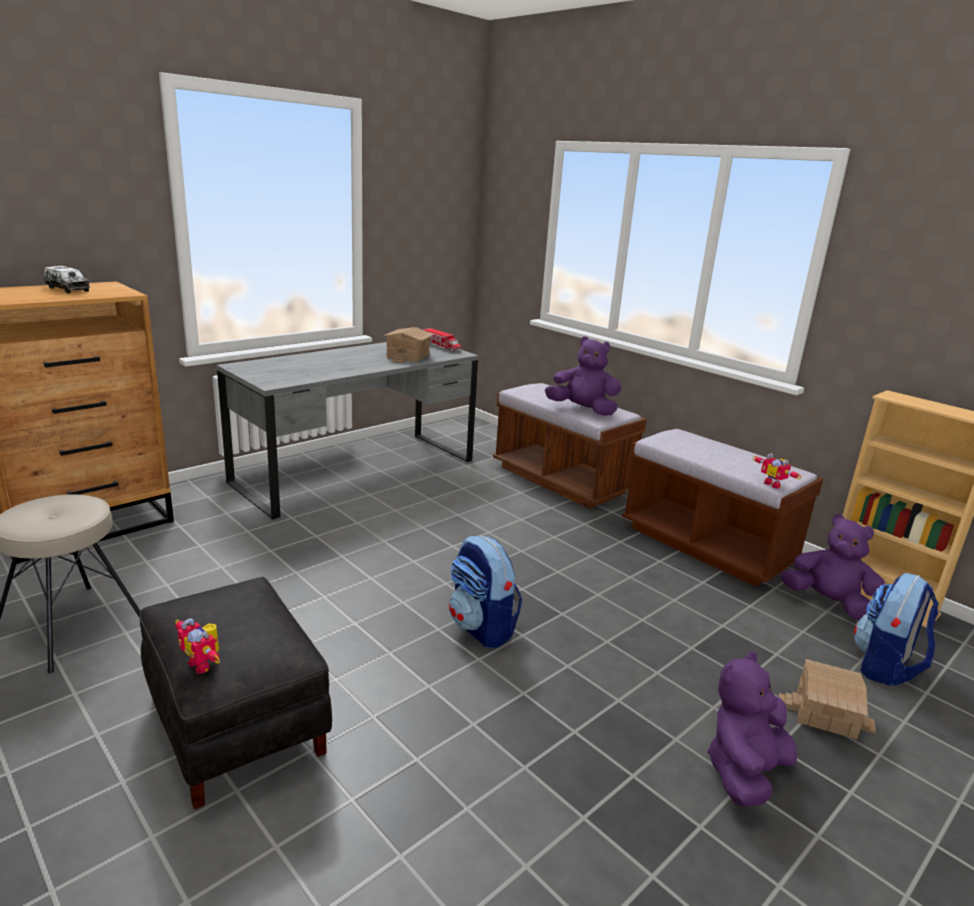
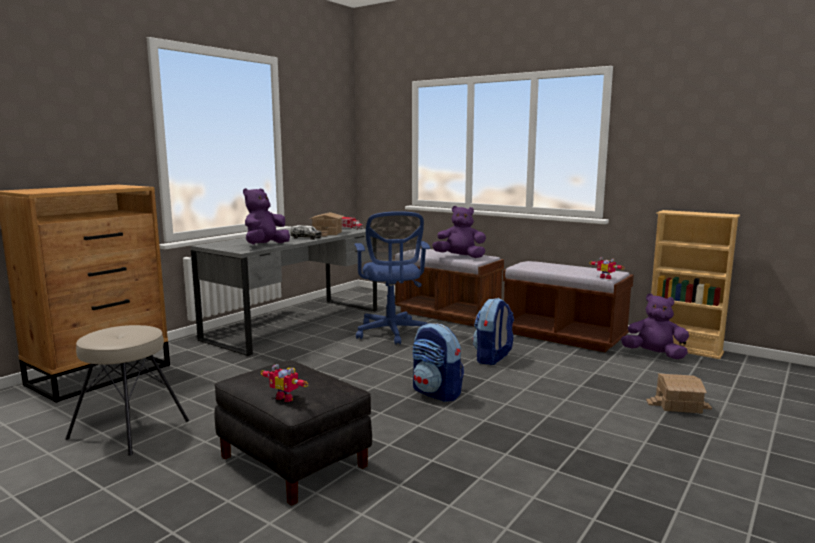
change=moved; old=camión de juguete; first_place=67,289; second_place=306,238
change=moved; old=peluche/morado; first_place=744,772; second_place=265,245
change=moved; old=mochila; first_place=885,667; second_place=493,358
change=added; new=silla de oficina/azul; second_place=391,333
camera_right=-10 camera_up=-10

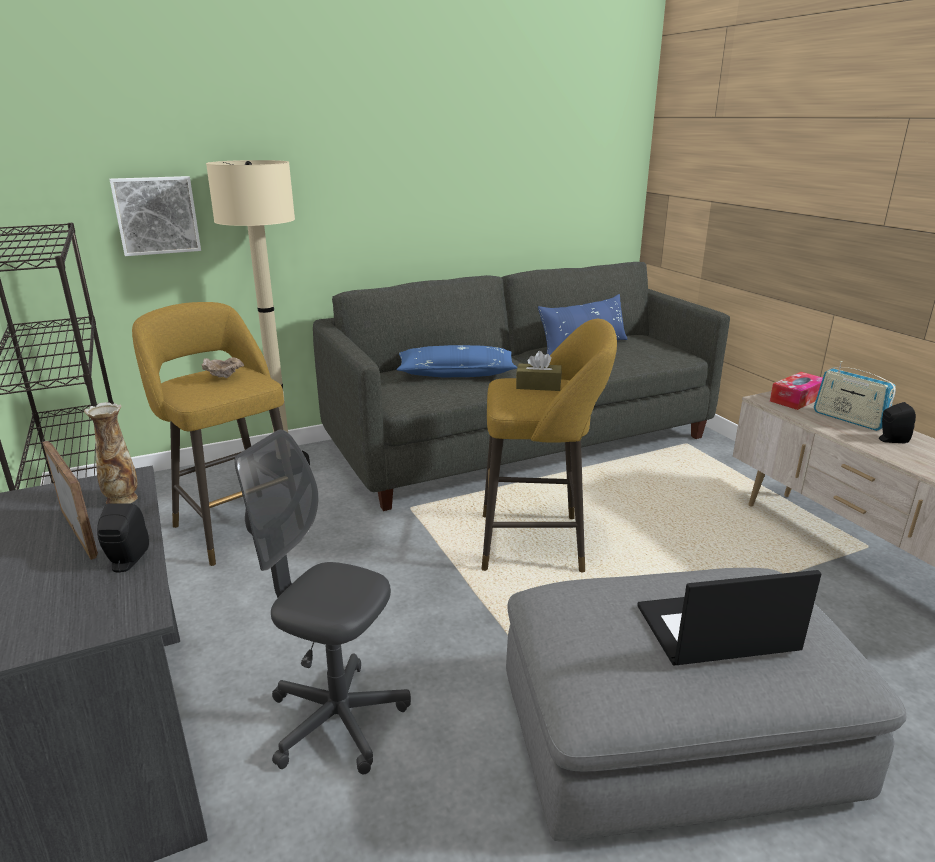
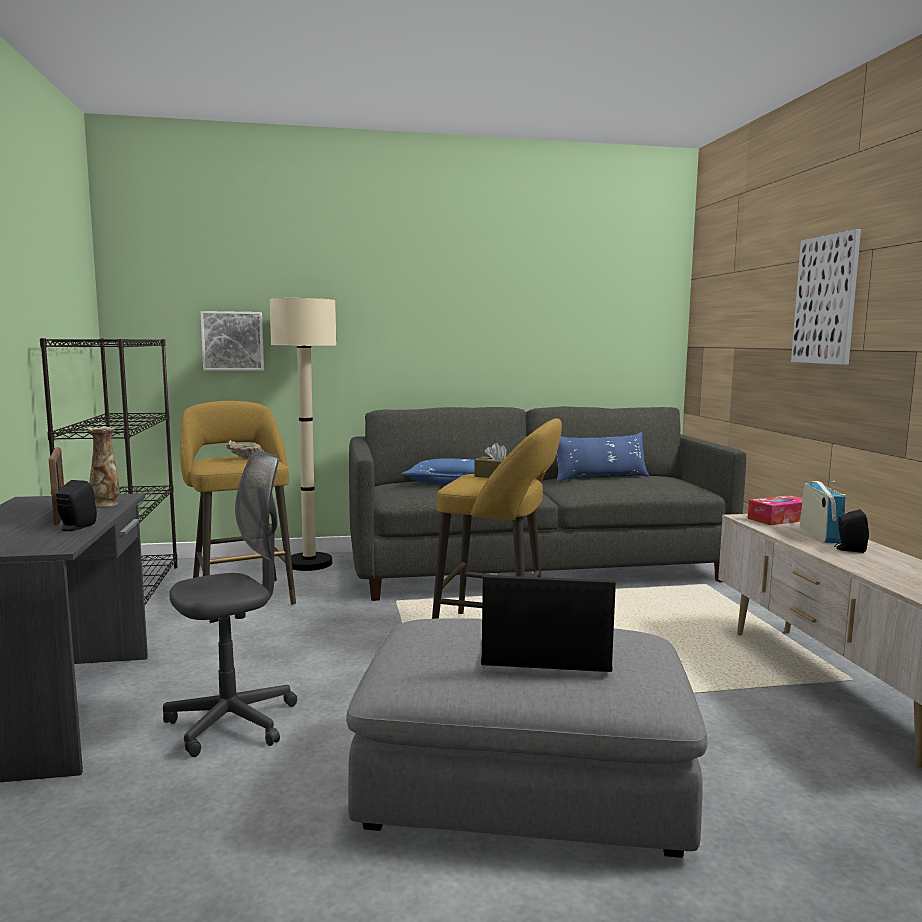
change=turned; old=silla de oficina/gris; first_place=337,720; second_place=232,723; degrees=105
change=turned; old=radio; first_place=849,419; second_place=819,534; degrees=-150
change=added; new=cuadro; second_place=826,300
camera_right=15 camera_up=-15

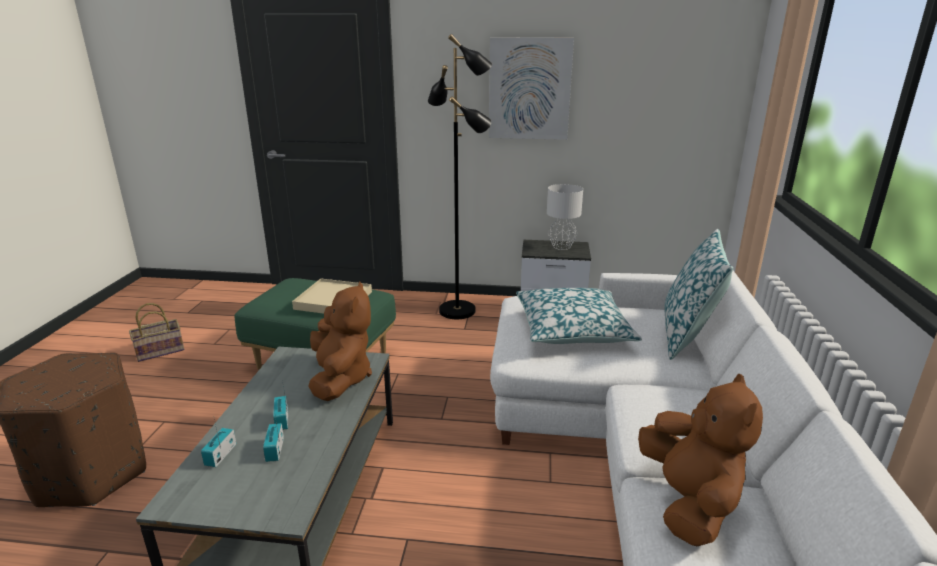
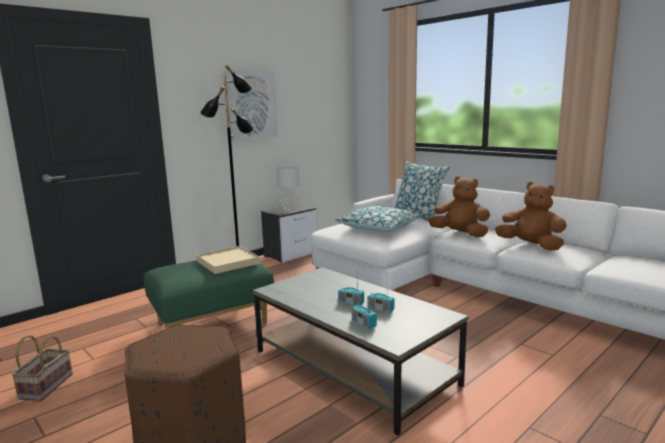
change=moved; old=peluche/marrón; first_place=340,379; second_place=460,234
camera_right=-50 camera_up=-10

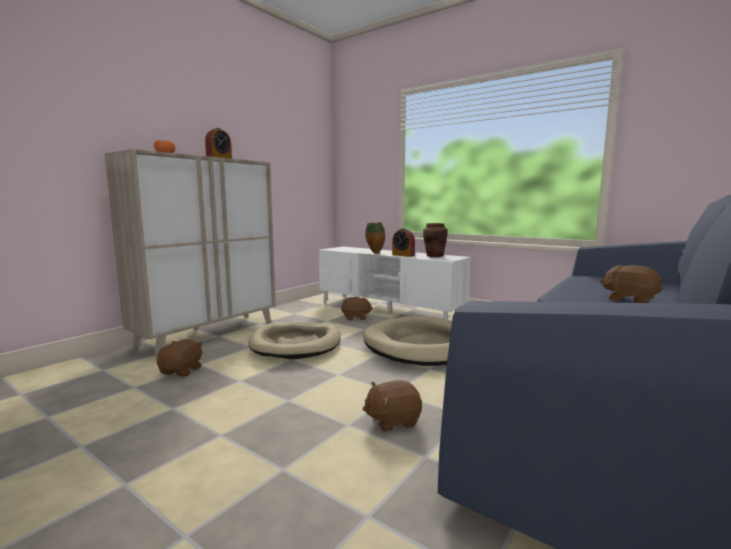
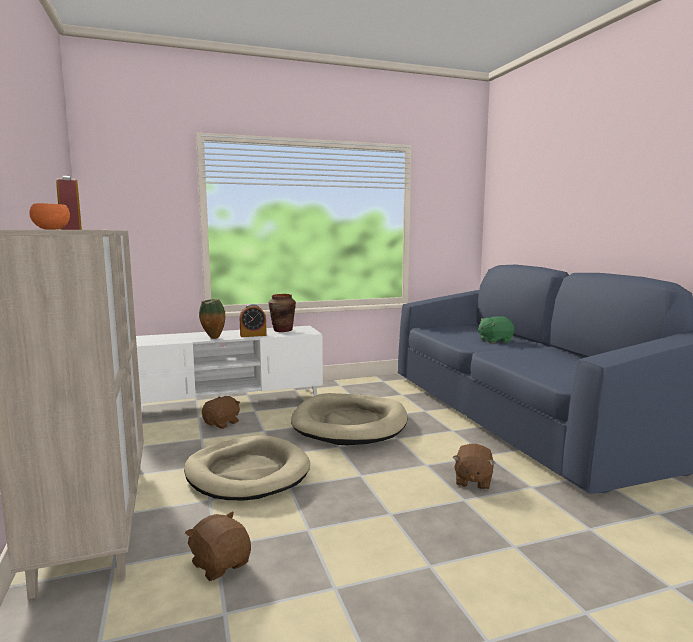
change=recoloured; old=peluche/marrón; new=peluche/verde; first_place=629,300; second_place=494,341
camera_right=-55 camera_up=0

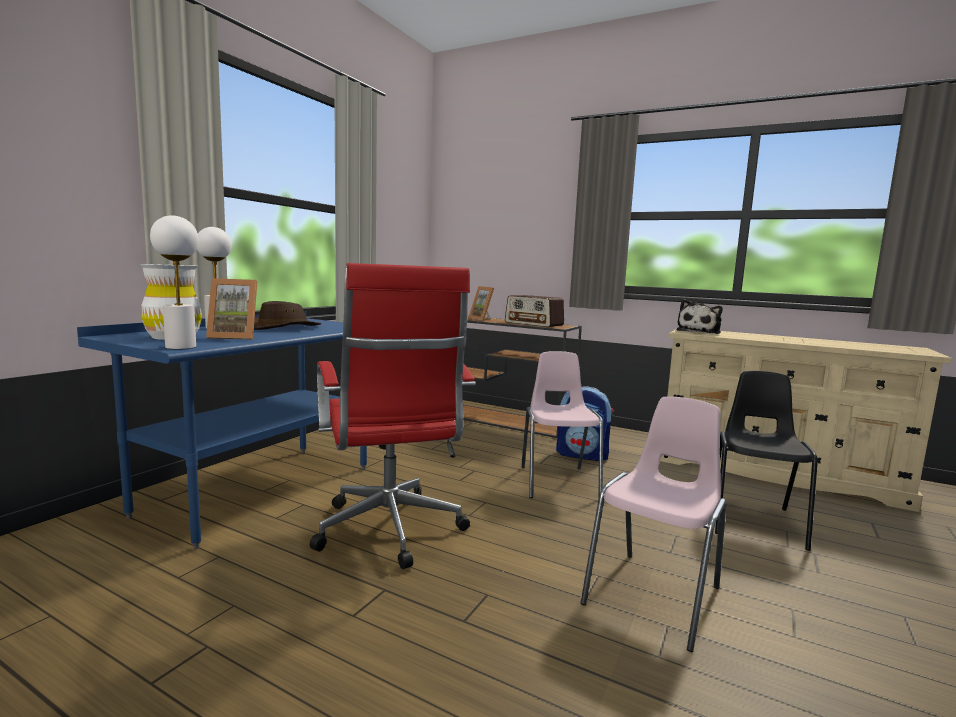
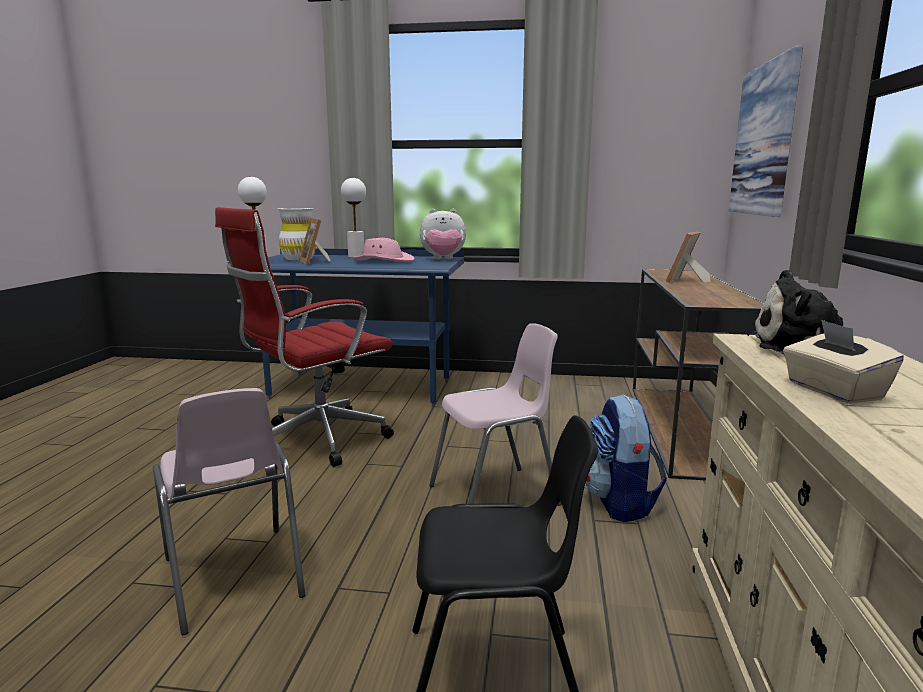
change=recoloured; old=sombrero/marrón; new=sombrero/rosa; first_place=283,327; second_place=383,261
change=removed; old=radio; first_place=534,324
change=turned; old=silla/rosa; first_place=655,596; second_place=233,578; degrees=45
change=added; new=peluche; second_place=443,259
change=added; new=cuadro; second_place=764,140
change=added; new=caja de pañuelos/beis; second_place=833,391
camera_right=70 camera_up=5

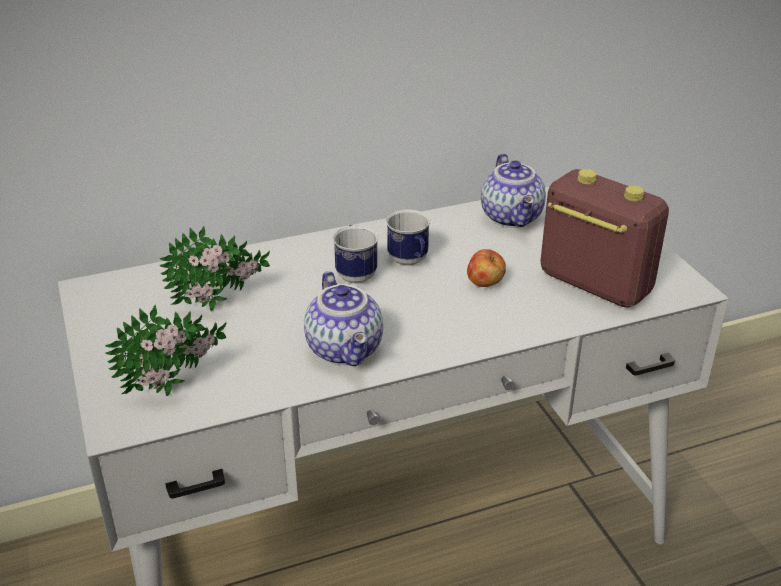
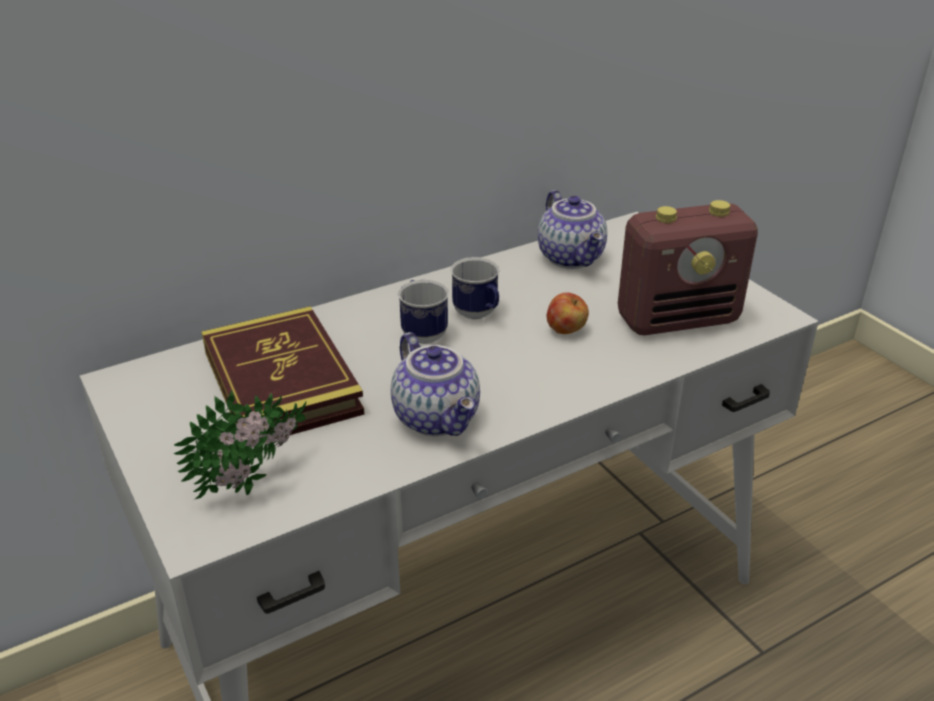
change=replaced; old=planta en maceta; new=libro; first_place=221,305; second_place=281,383
change=turned; old=radio; first_place=593,284; second_place=678,319; degrees=135
camera_right=-10 camera_up=0

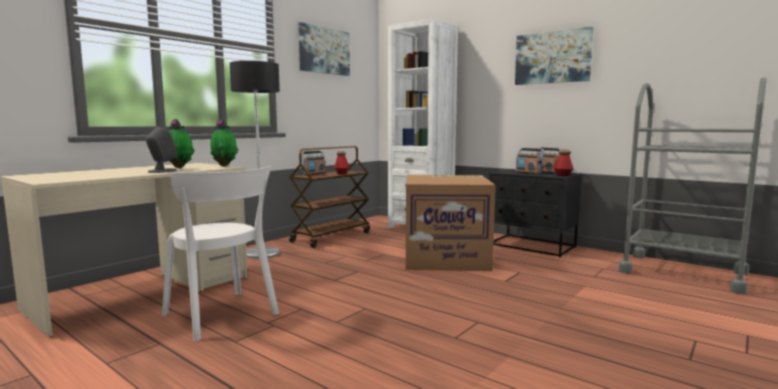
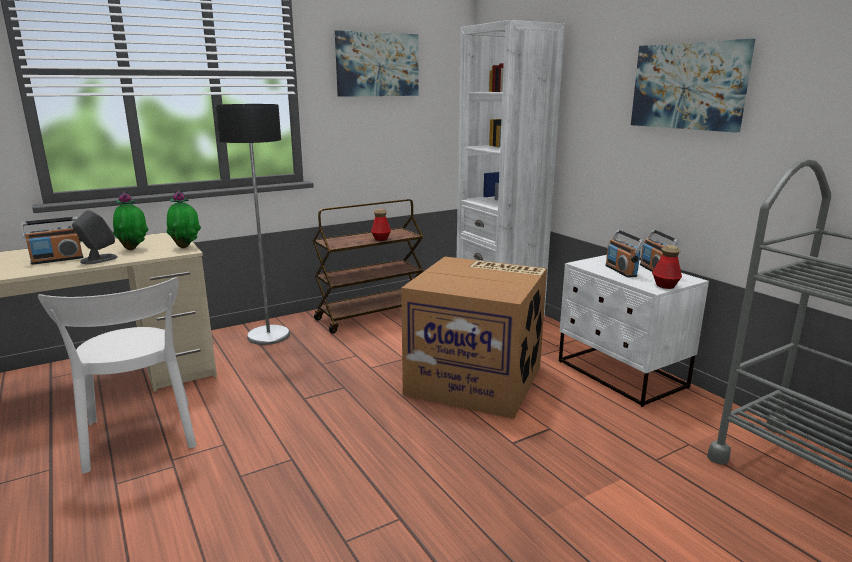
change=moved; old=radio; first_place=314,174; second_place=57,260
change=recoloured; old=mesita de noche/negro; new=mesita de noche/blanco; first_place=531,246; second_place=620,375
camera_right=20 camera_up=10

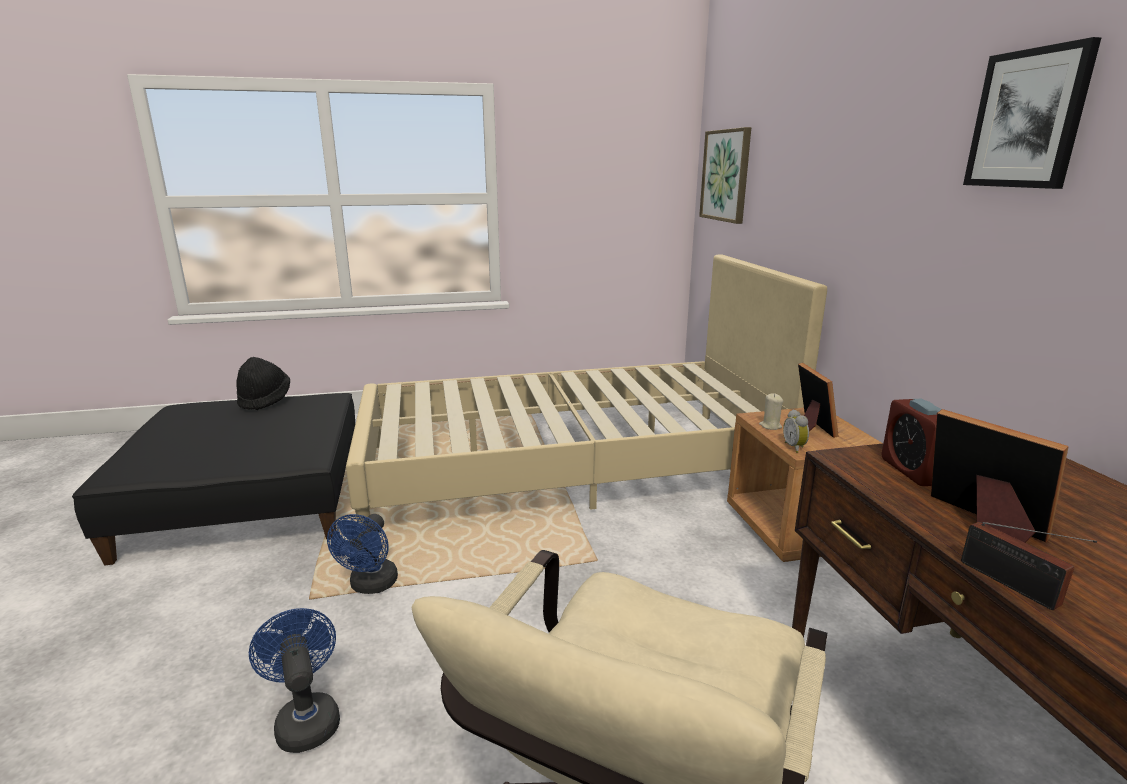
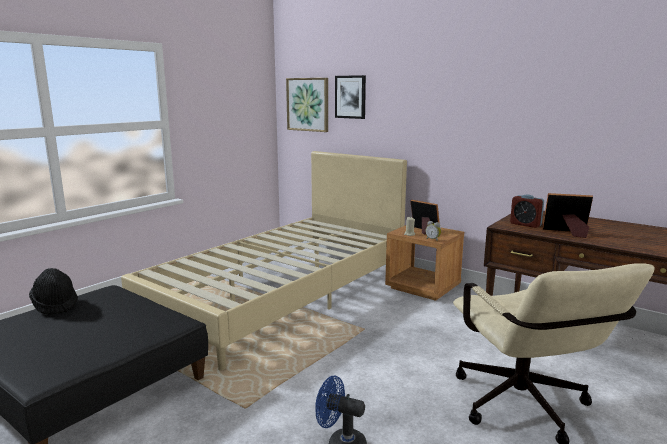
change=removed; old=ventilador/azul; first_place=371,586
change=removed; old=radio; first_place=1013,586
change=moved; old=cuadro; first_place=1028,119; second_place=350,97
camera_right=-40 camera_up=-5

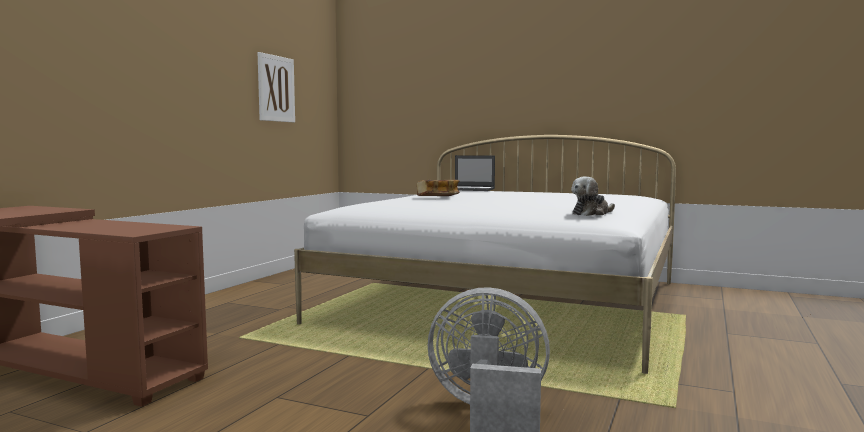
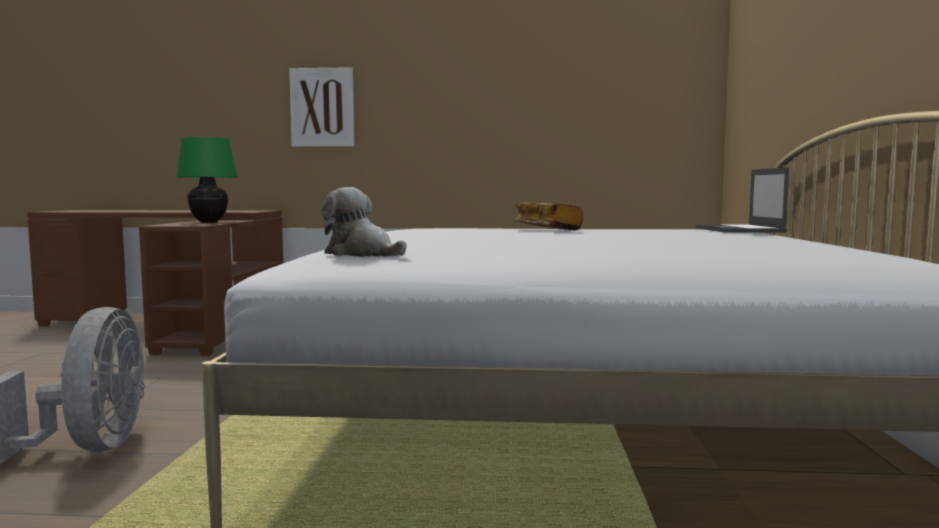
change=moved; old=cuadro; first_place=276,88; second_place=322,107
change=added; new=lámpara de mesa/verde; second_place=209,222
camera_right=70 camera_up=0

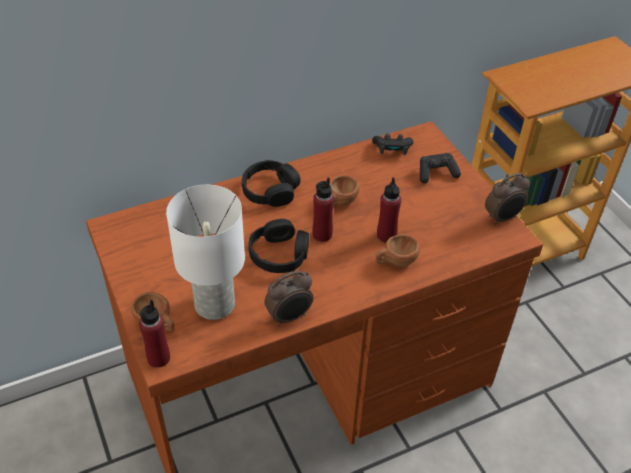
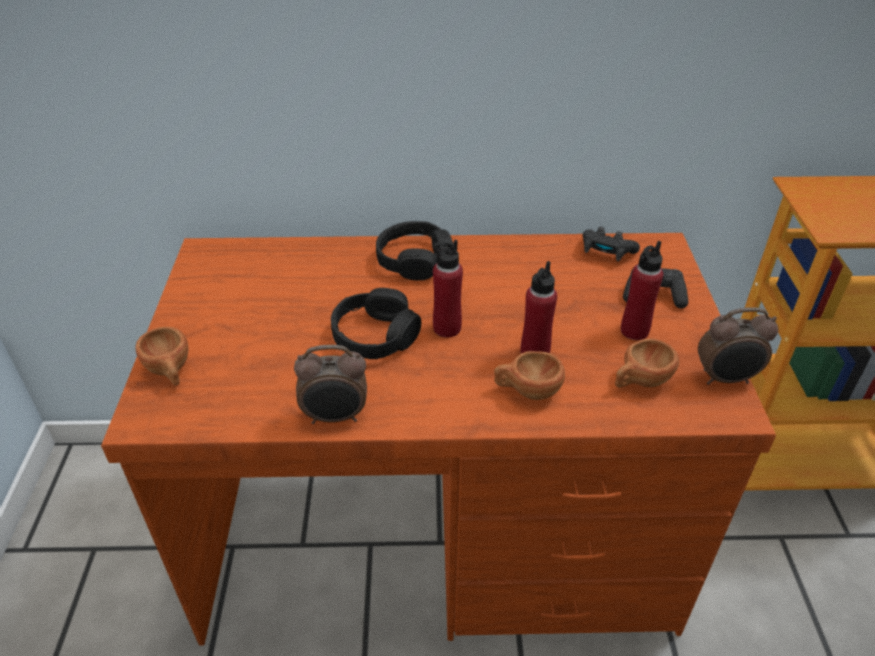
change=moved; old=botella/rojo; first_place=158,358; second_place=634,330
change=removed; old=lámpara de mesa/blanco; first_place=216,305
change=moved; old=taza/marrón; first_place=339,203; second_place=640,381
camera_right=25 camera_up=-5

